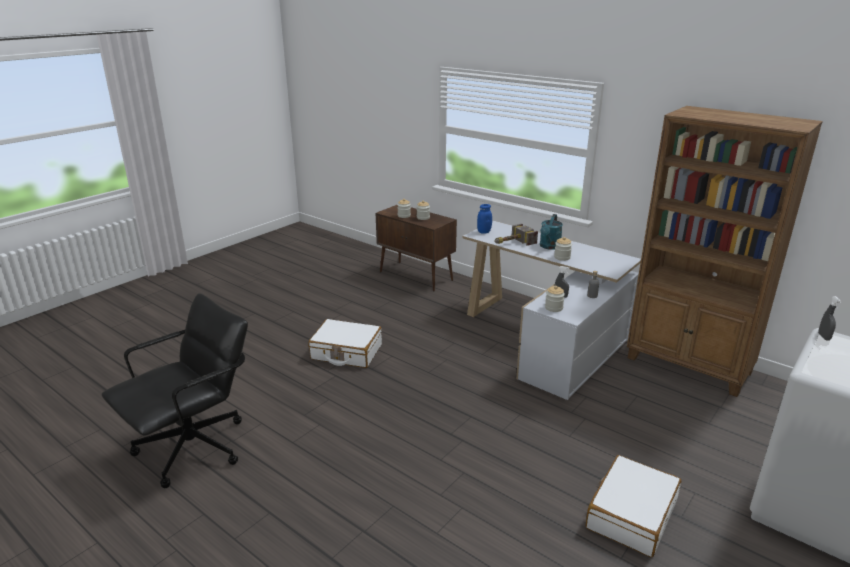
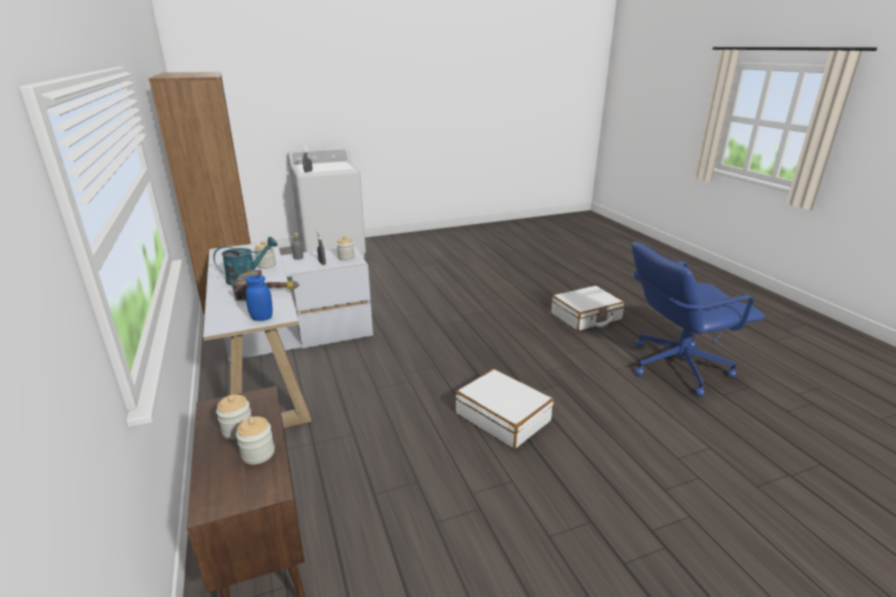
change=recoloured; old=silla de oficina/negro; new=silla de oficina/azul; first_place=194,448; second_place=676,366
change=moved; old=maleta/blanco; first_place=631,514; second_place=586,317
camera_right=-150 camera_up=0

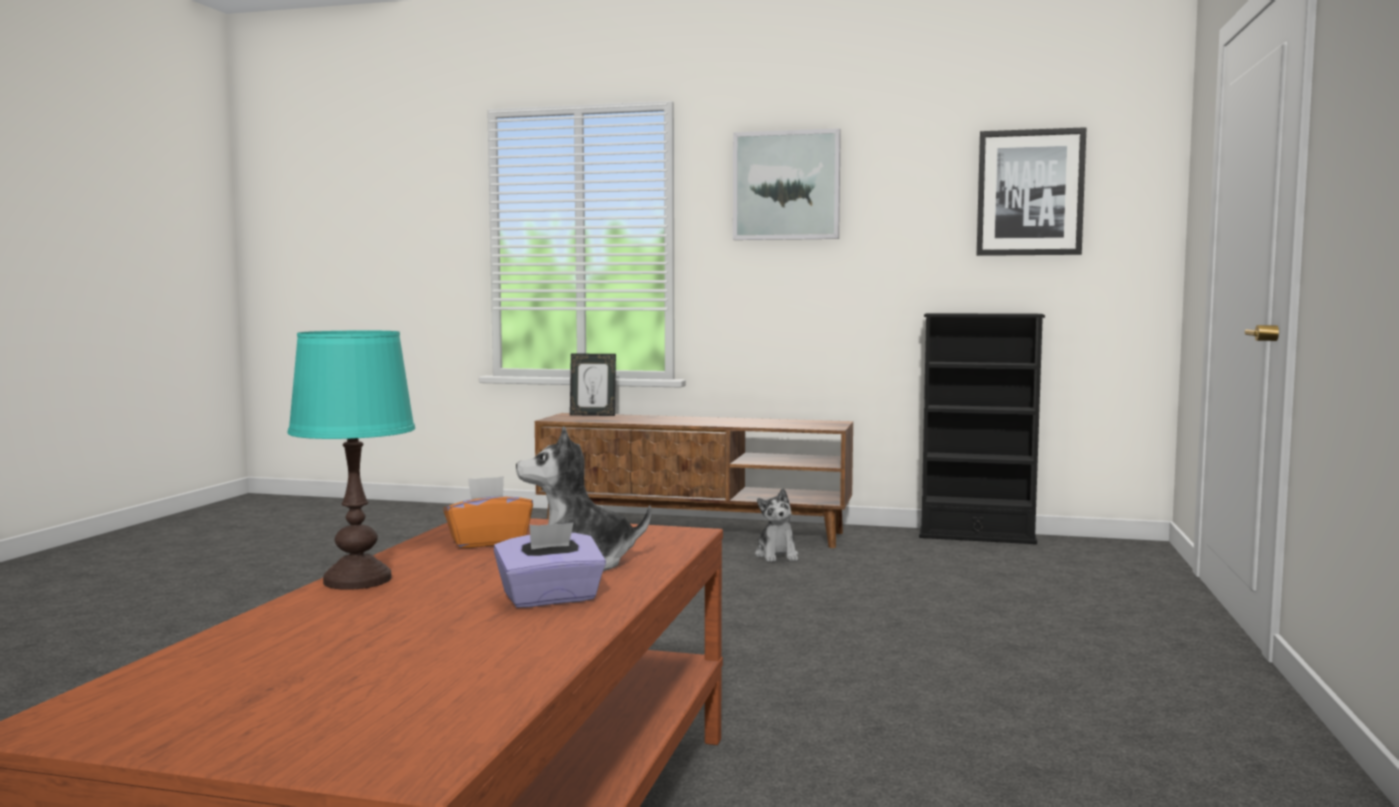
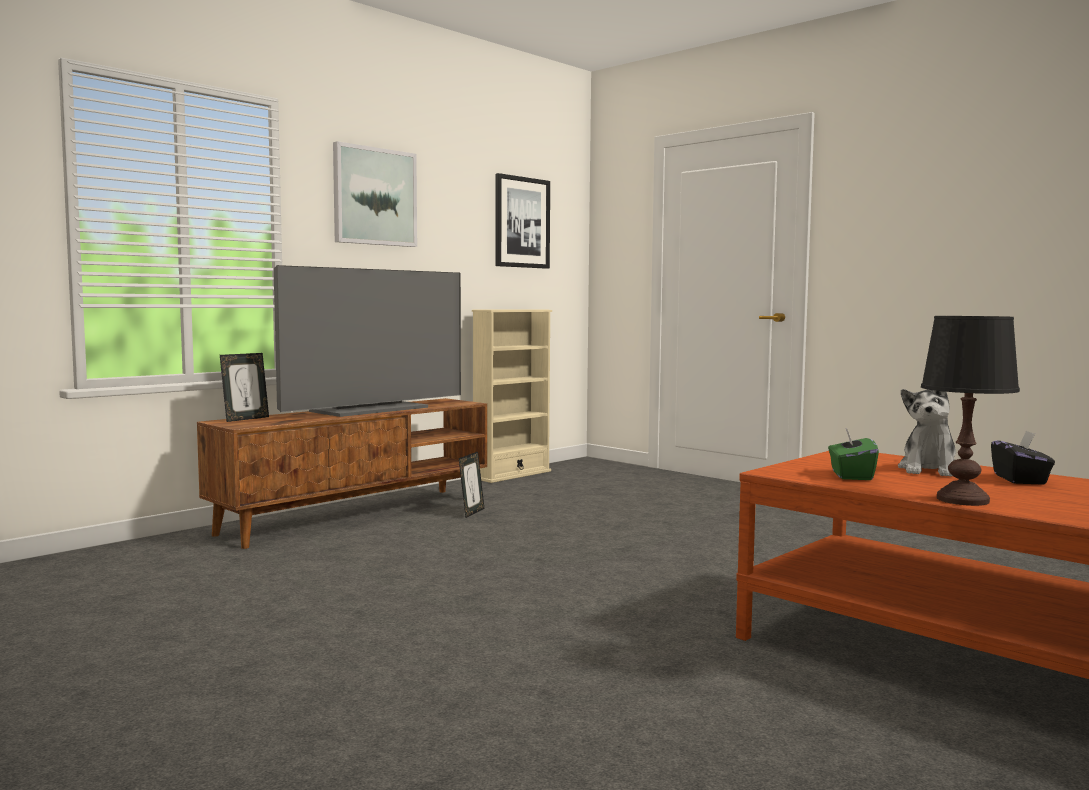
change=recoloured; old=lámpara de mesa/turquesa; new=lámpara de mesa/negro; first_place=357,580; second_place=963,500
change=recoloured; old=caja de pañuelos/naranja; new=caja de pañuelos/verde; first_place=488,541; second_place=850,475
change=recoloured; old=caja de pañuelos/morado; new=caja de pañuelos/negro; first_place=550,598; second_place=1020,479
change=replaced; old=peluche; new=portarretratos; first_place=777,555; second_place=471,512
change=recoloured; old=estantería/negro; new=estantería/beis; first_place=977,536; second_place=512,475
change=added; new=televisor; second_place=371,409
camera_right=-60 camera_up=0

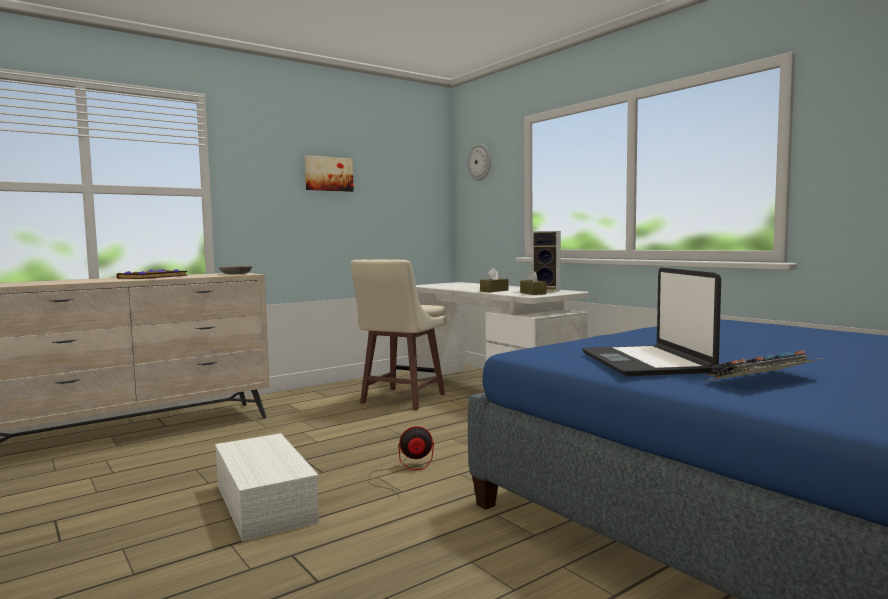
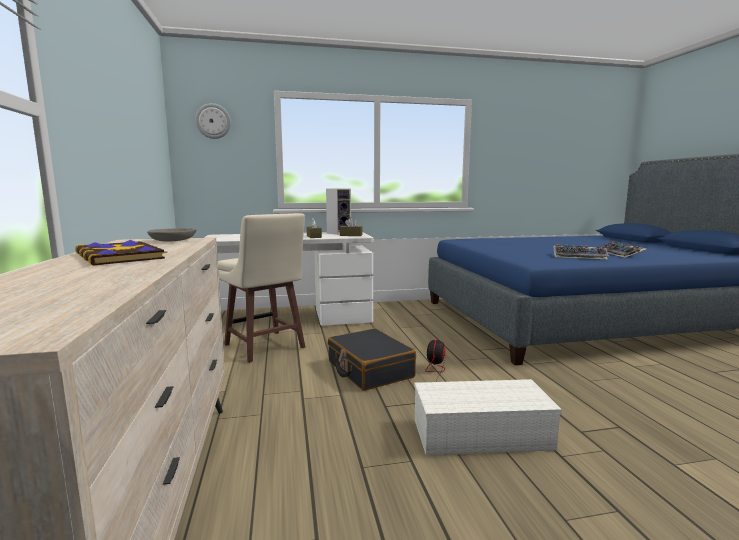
change=removed; old=cuadro; first_place=328,174
change=replaced; old=portátil; new=teclado; first_place=646,362; second_place=579,256
change=added; new=maleta/negro; second_place=369,370
camera_right=-65 camera_up=5

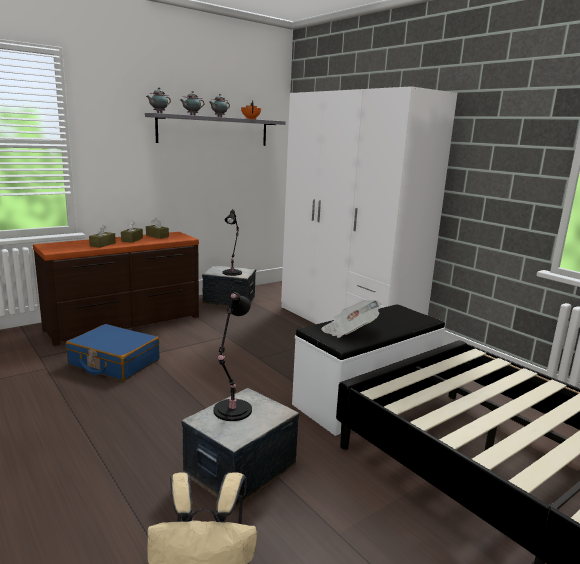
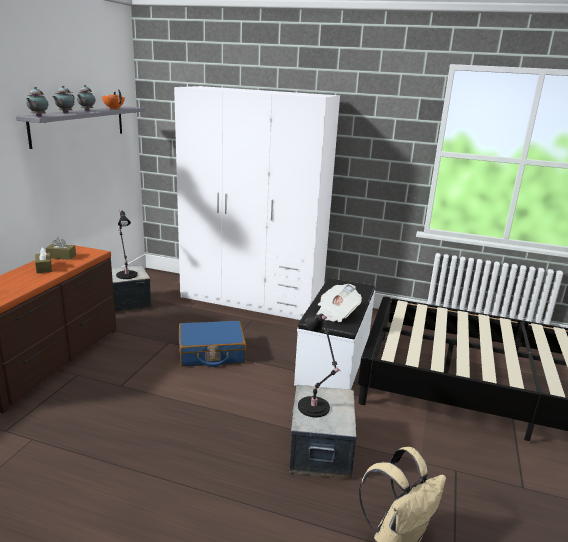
change=moved; old=maleta/azul; first_place=114,363; second_place=211,353
change=removed; old=caja de pañuelos/marrón; first_place=102,244
camera_right=-35 camera_up=5

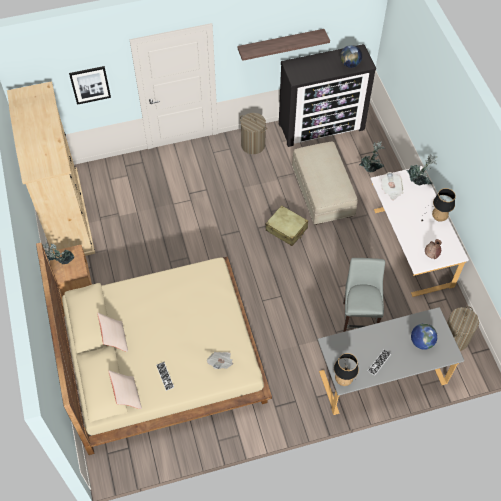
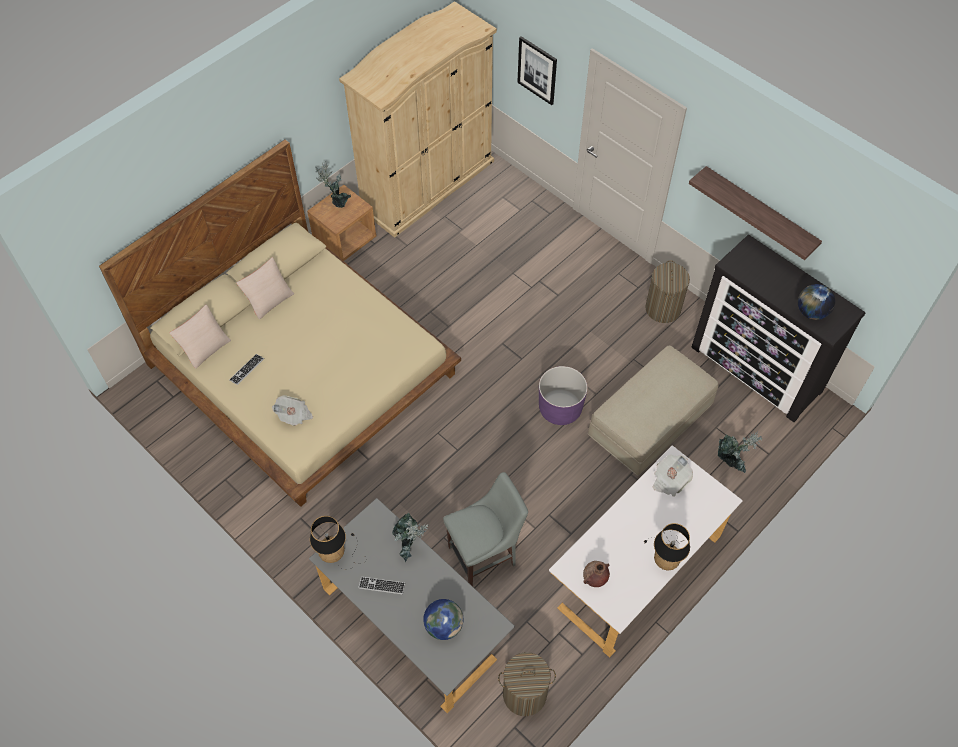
change=replaced; old=maleta/beis; new=maceta/morado; first_place=286,229; second_place=560,408
change=moved; old=planta en maceta; first_place=419,181; second_place=409,544
camera_right=60 camera_up=0

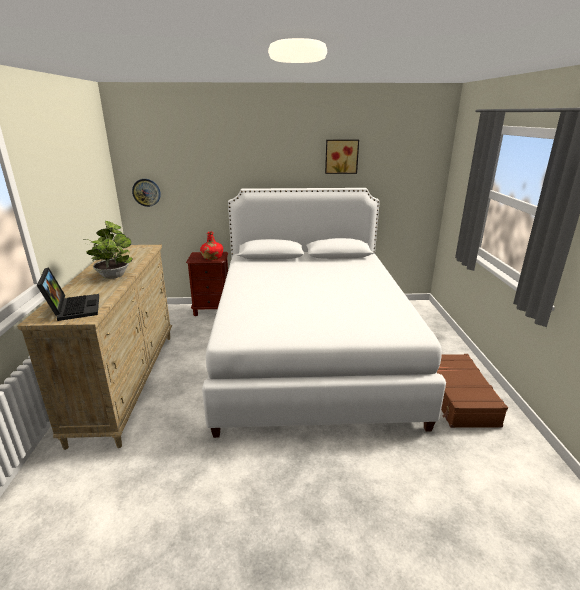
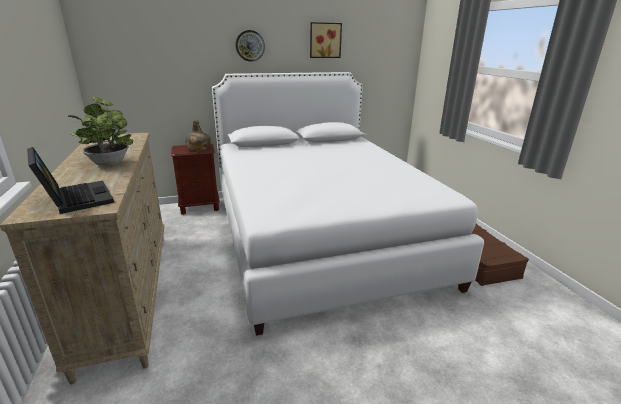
change=moved; old=reloj de pared; first_place=146,192; second_place=250,46
change=recoloured; old=botella/rojo; new=botella/verde; first_place=212,257; second_place=198,149
camera_right=-15 camera_up=0

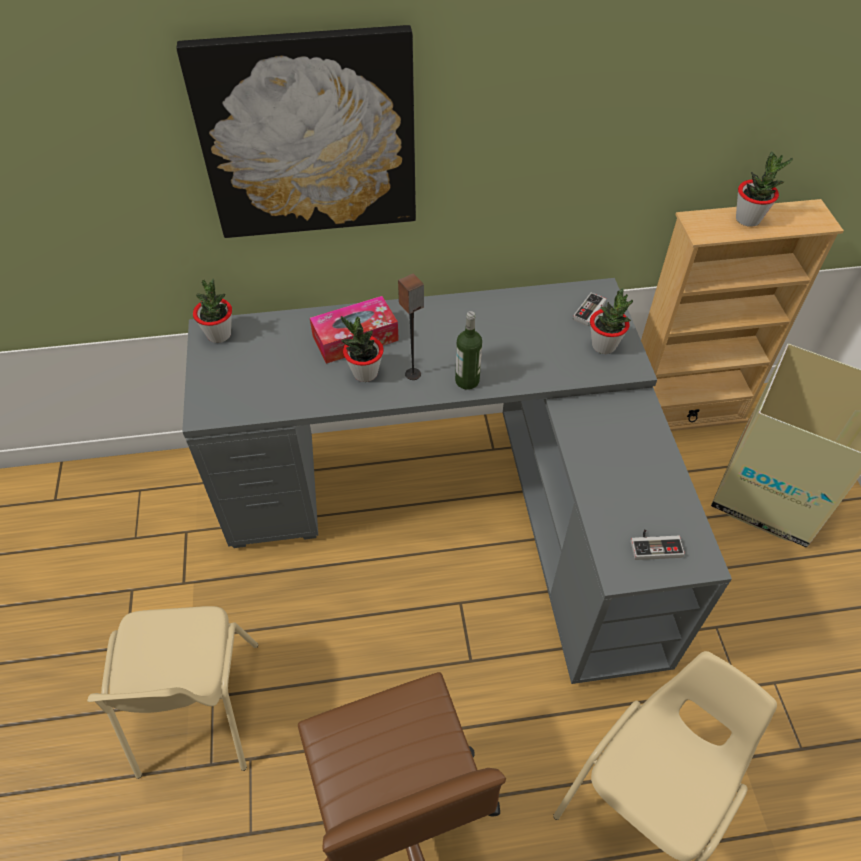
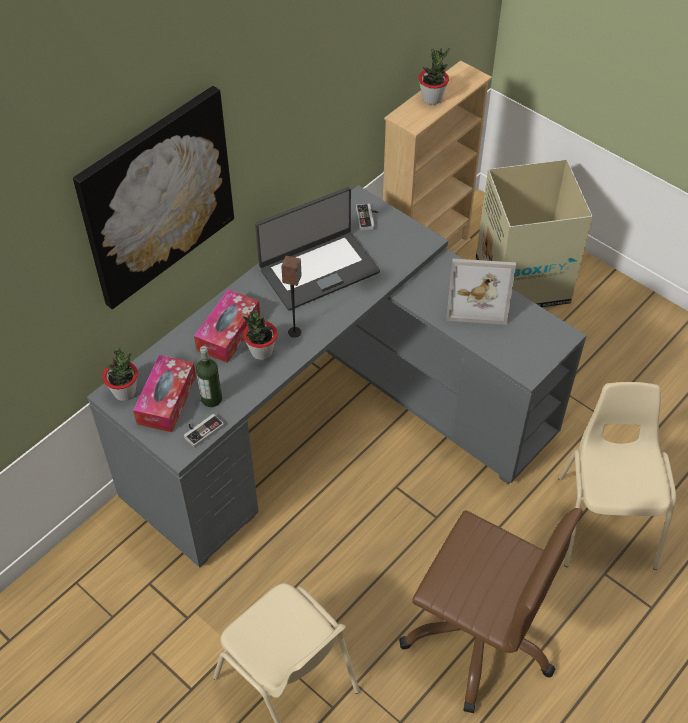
change=moved; old=botella; first_place=467,380; second_place=211,399
change=removed; old=planta en maceta; first_place=604,345
change=moved; old=mando de consola; first_place=655,545; second_place=201,430
change=added; new=caja de pañuelos; second_place=167,400
change=added; new=portátil; second_place=318,269
change=added; new=portarretratos; second_place=477,300
camera_right=-40 camera_up=0

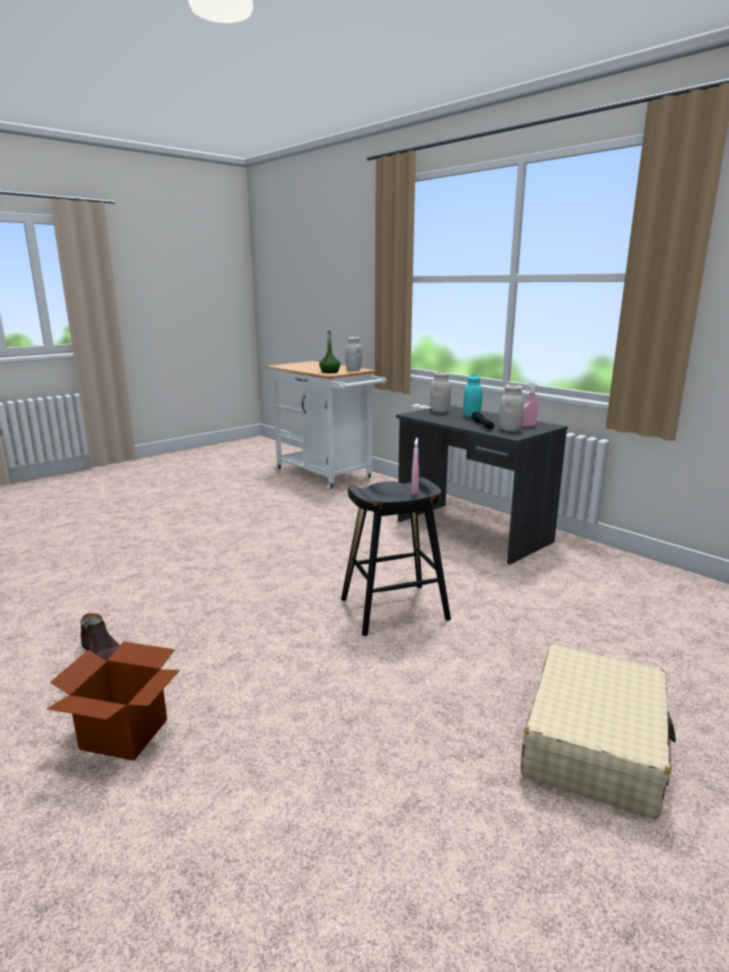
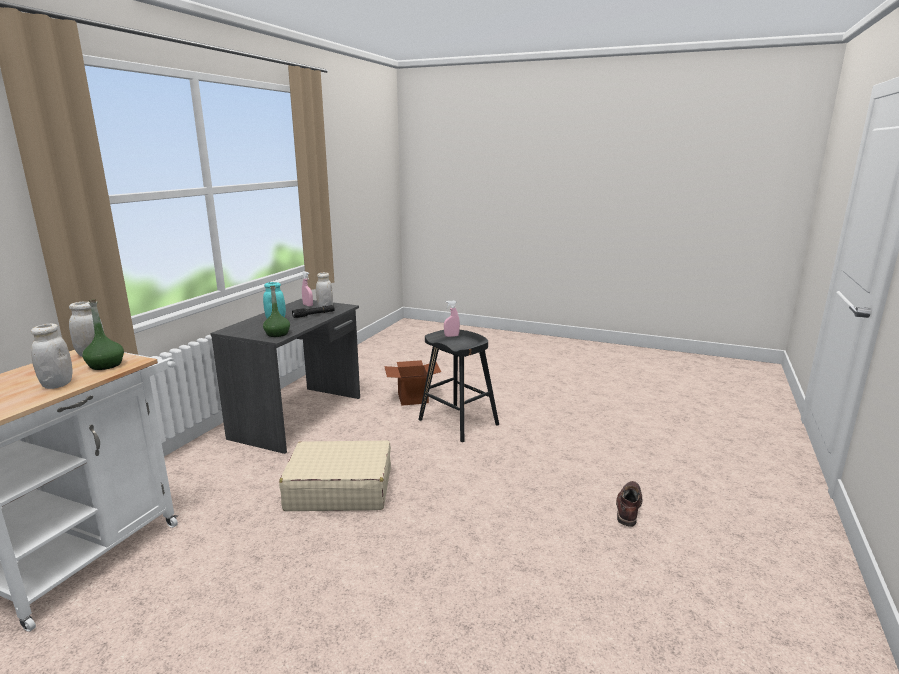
change=moved; old=caja de cartón; first_place=124,734; second_place=413,398
change=moved; old=tarro/blanco; first_place=439,411; second_place=57,384
change=moved; old=maleta/beis; first_place=594,744; second_place=339,489
change=added; new=botella/verde; second_place=277,334
camera_right=-115 camera_up=0

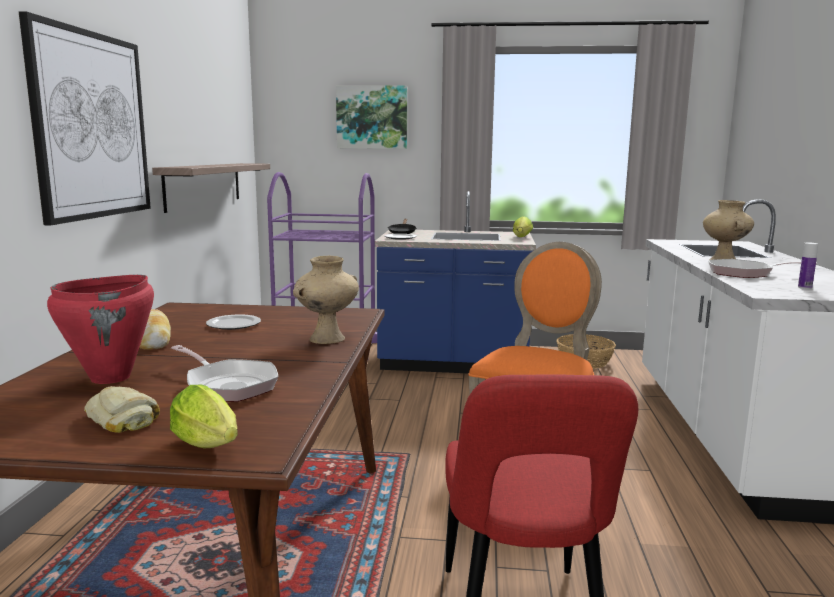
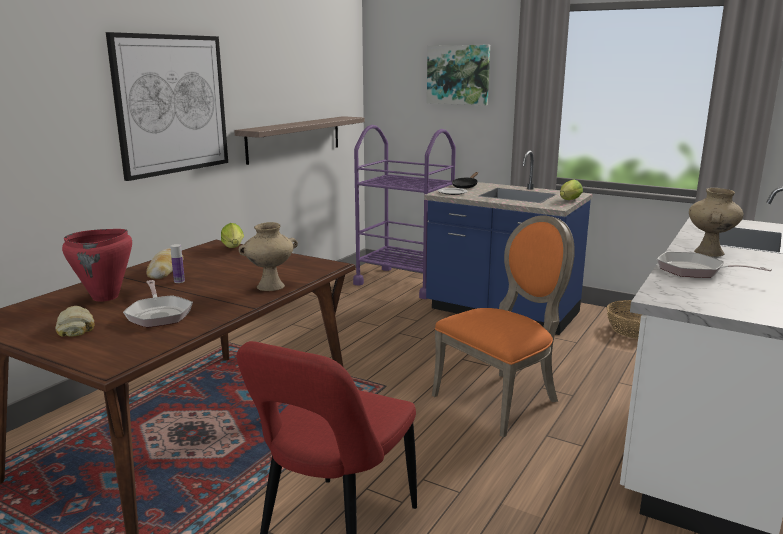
change=moved; old=lechuga; first_place=209,446; second_place=234,248
change=removed; old=plato; first_place=234,325
change=moved; old=botella; first_place=805,287; second_place=179,281
camera_right=25 camera_up=5

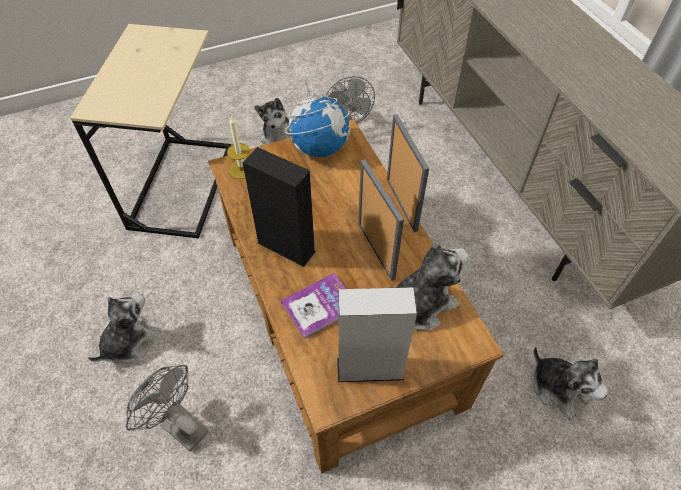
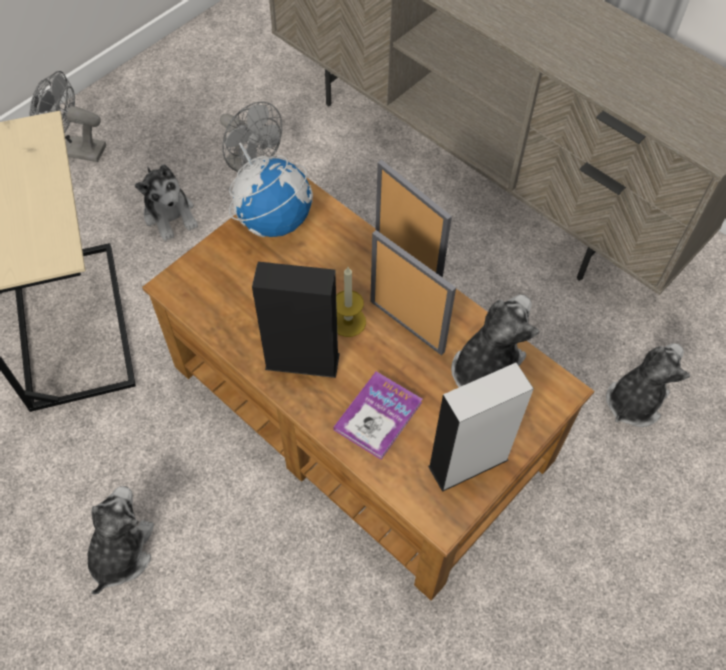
change=moved; old=ventilador/gris; first_place=179,424; second_place=76,150
change=moved; old=vela; first_place=242,169; second_place=348,321
change=turned; old=peluche; first_place=558,389; second_place=634,401; degrees=-75
camera_right=-25 camera_up=5

